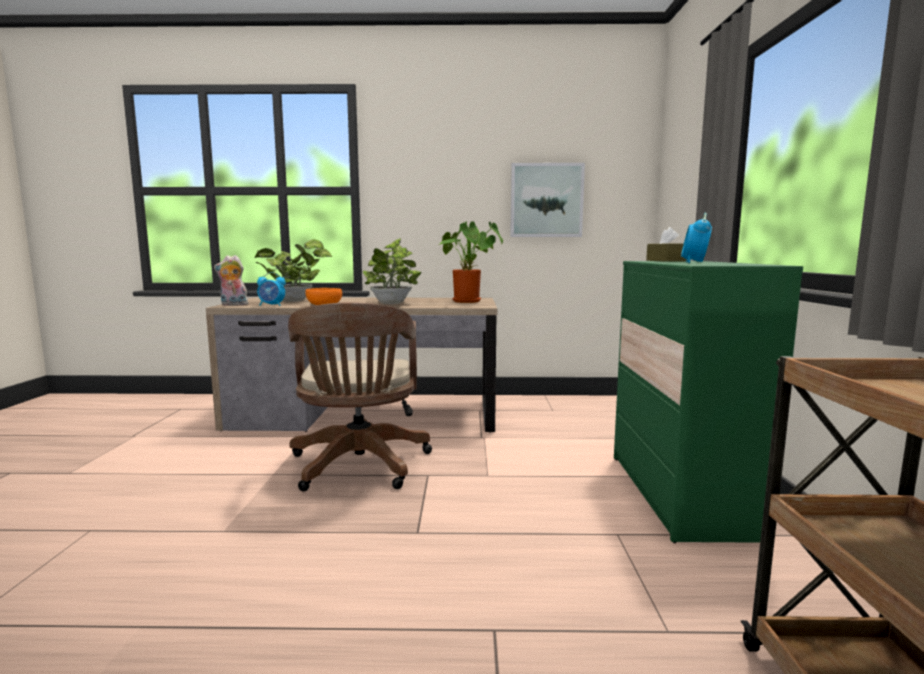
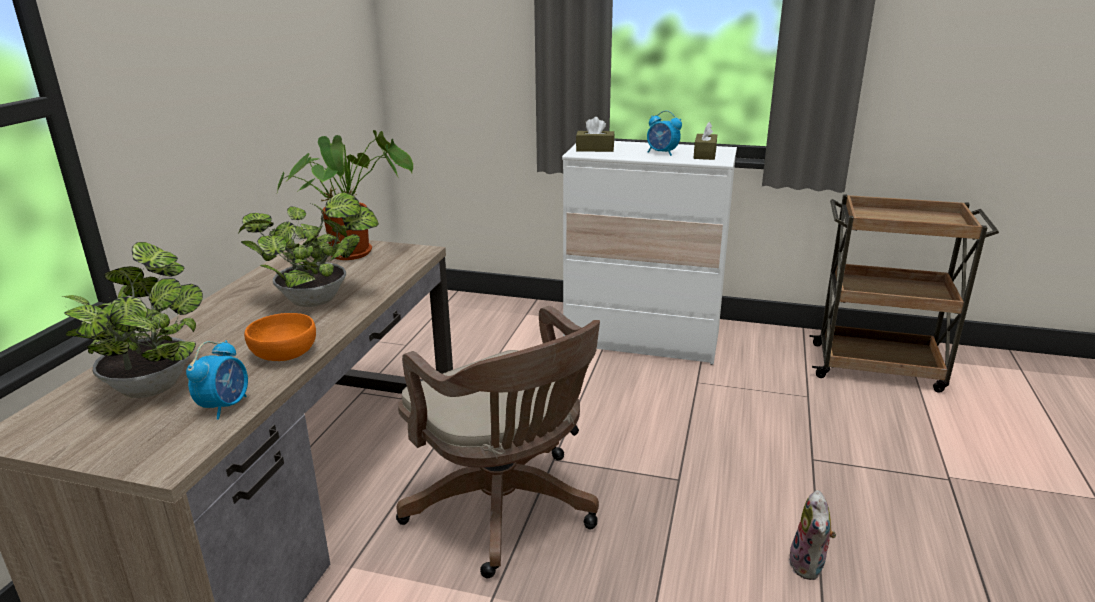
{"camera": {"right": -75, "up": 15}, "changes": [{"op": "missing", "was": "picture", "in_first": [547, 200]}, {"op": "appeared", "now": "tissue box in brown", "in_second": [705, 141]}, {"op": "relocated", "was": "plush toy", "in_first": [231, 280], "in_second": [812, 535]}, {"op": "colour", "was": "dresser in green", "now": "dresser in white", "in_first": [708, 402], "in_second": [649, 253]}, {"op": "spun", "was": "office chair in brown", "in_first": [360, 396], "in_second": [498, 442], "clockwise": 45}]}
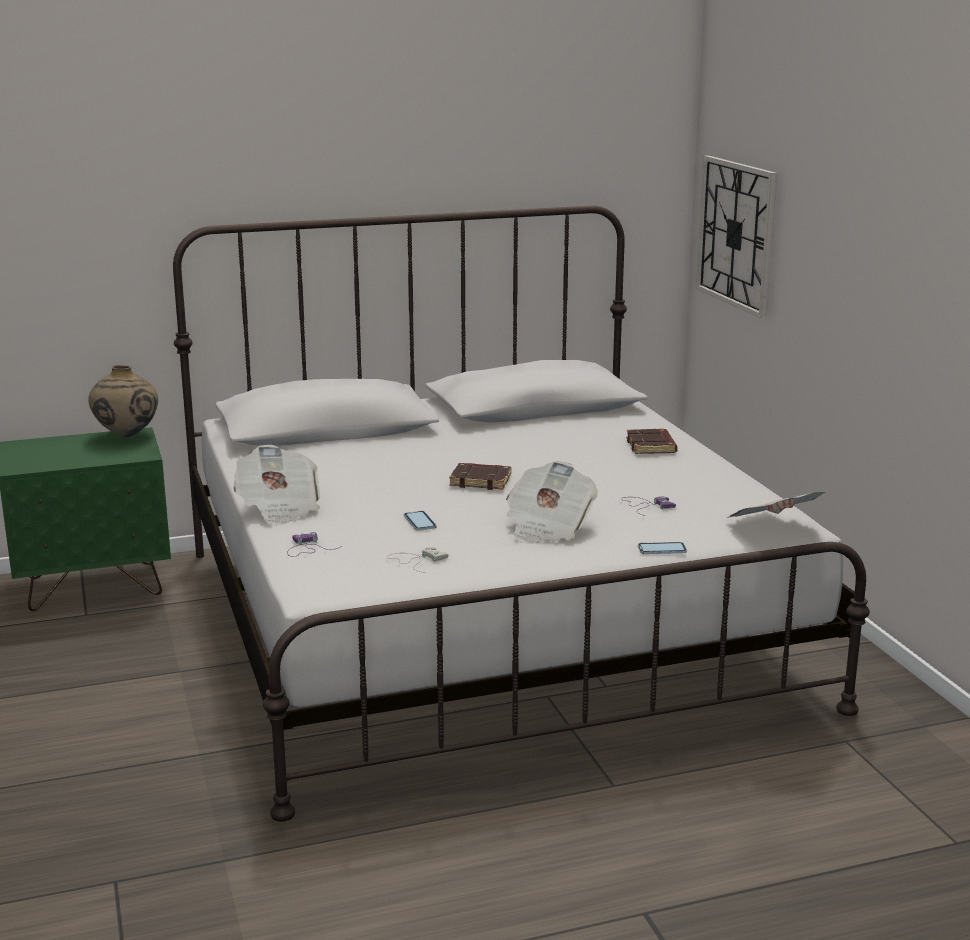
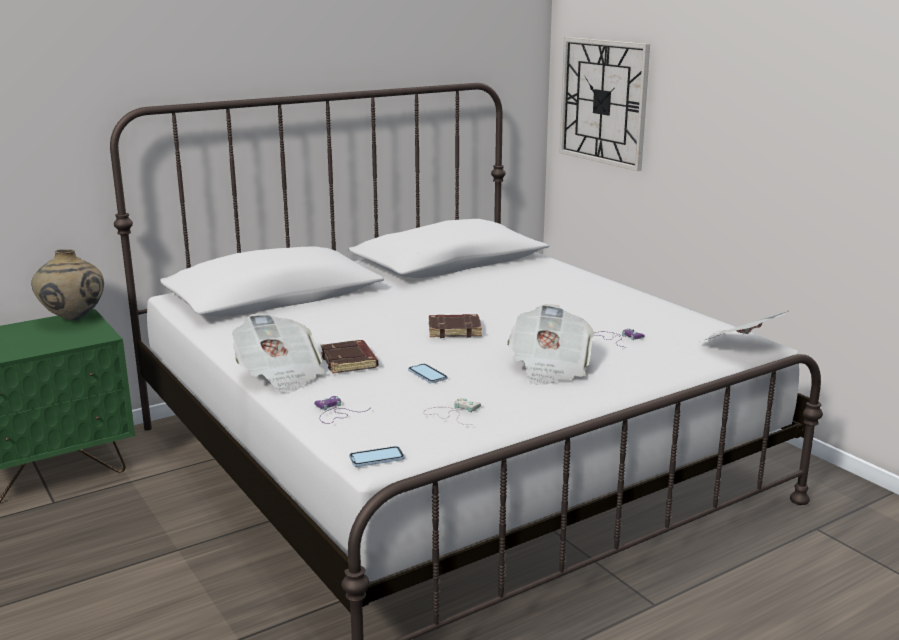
{"camera": {"right": -15, "up": 0}, "changes": [{"op": "relocated", "was": "book in brown", "in_first": [651, 441], "in_second": [349, 356]}, {"op": "relocated", "was": "phone", "in_first": [662, 548], "in_second": [376, 456]}]}
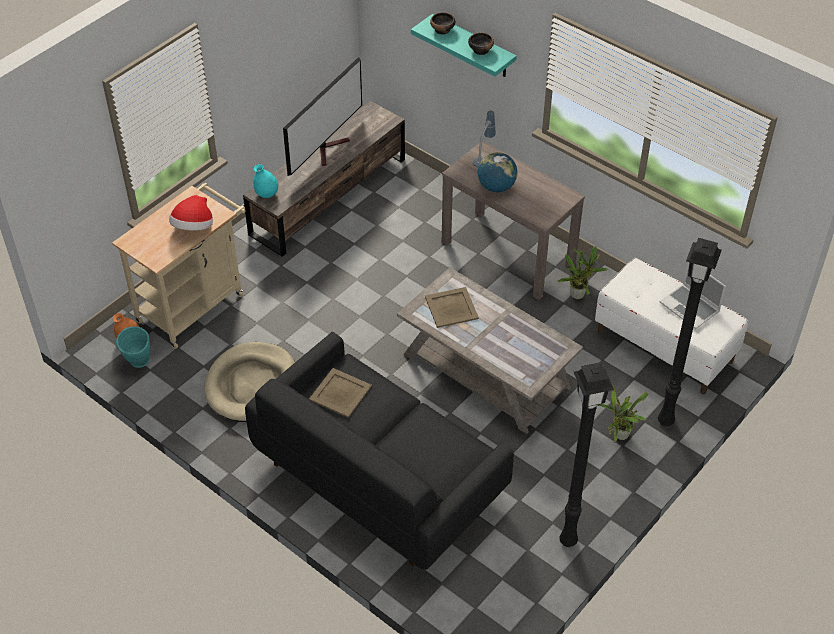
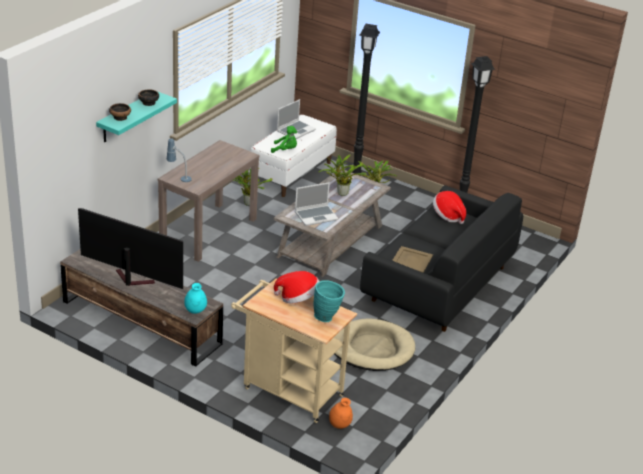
{"camera": {"right": -100, "up": -15}, "changes": [{"op": "missing", "was": "globe", "in_first": [497, 172]}, {"op": "appeared", "now": "plush toy in green", "in_second": [284, 139]}, {"op": "appeared", "now": "potted plant", "in_second": [342, 175]}, {"op": "appeared", "now": "hat", "in_second": [449, 207]}, {"op": "relocated", "was": "vase in turquoise", "in_first": [133, 347], "in_second": [329, 301]}, {"op": "exchanged", "was": "tray in beige", "now": "laptop", "in_first": [452, 307], "in_second": [316, 204]}]}
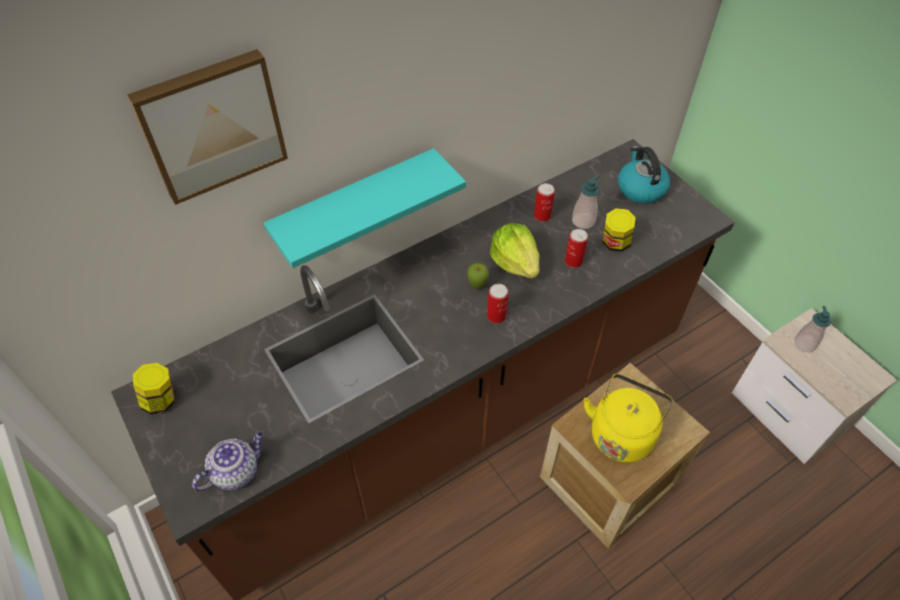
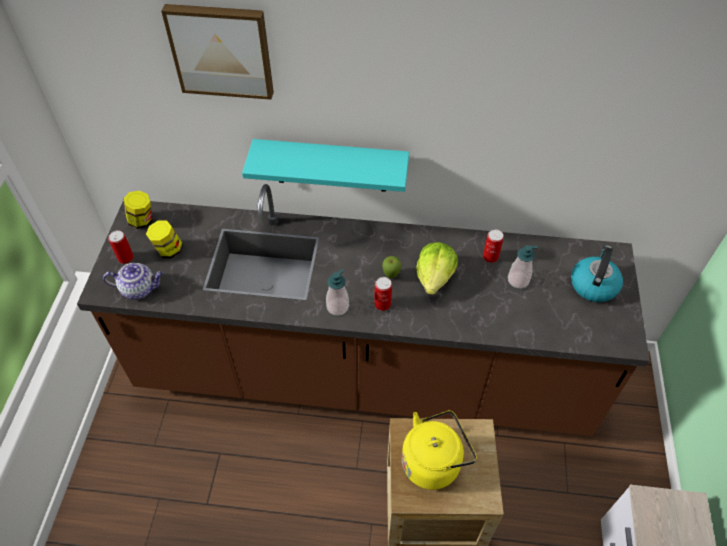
{"camera": {"right": 40, "up": 0}, "changes": [{"op": "relocated", "was": "can", "in_first": [576, 248], "in_second": [121, 247]}, {"op": "relocated", "was": "jar", "in_first": [619, 230], "in_second": [164, 239]}, {"op": "relocated", "was": "soap dispenser", "in_first": [812, 329], "in_second": [337, 292]}]}
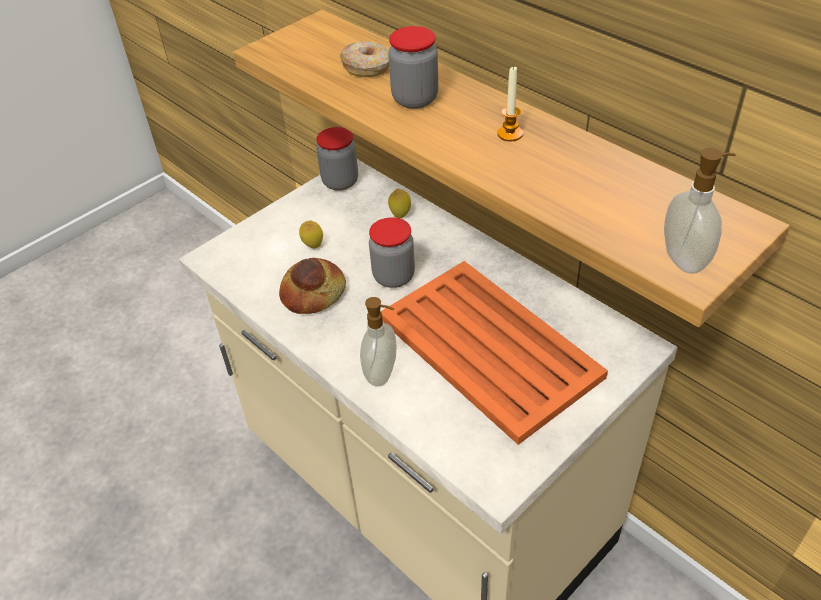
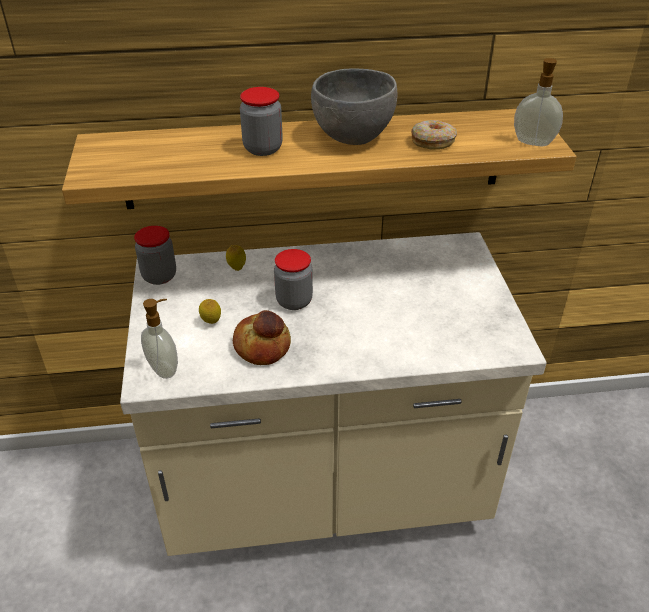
{"camera": {"right": -55, "up": -5}, "changes": [{"op": "missing", "was": "tray in orange", "in_first": [494, 353]}, {"op": "relocated", "was": "donut", "in_first": [364, 59], "in_second": [434, 135]}, {"op": "relocated", "was": "soap dispenser", "in_first": [378, 342], "in_second": [159, 339]}, {"op": "exchanged", "was": "candle", "now": "bowl in grey", "in_first": [510, 103], "in_second": [354, 107]}]}
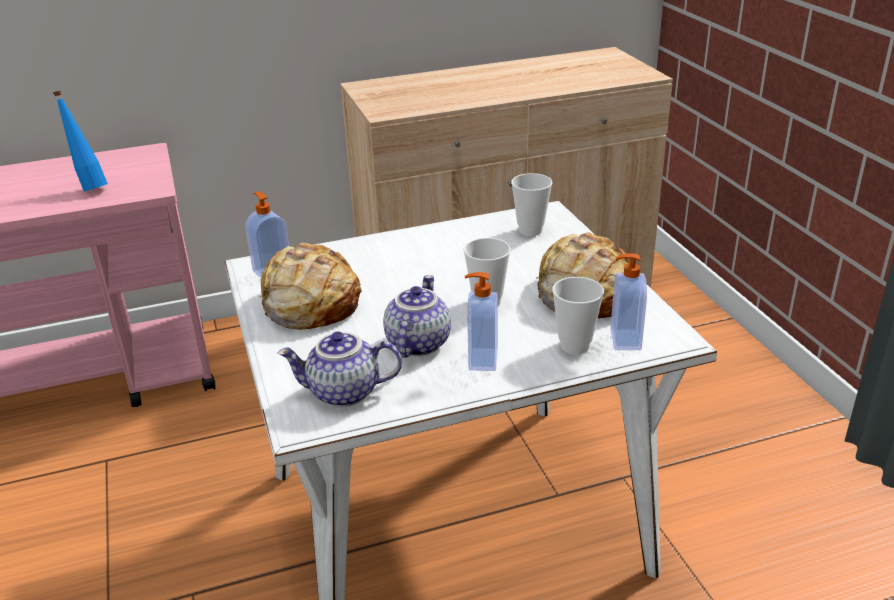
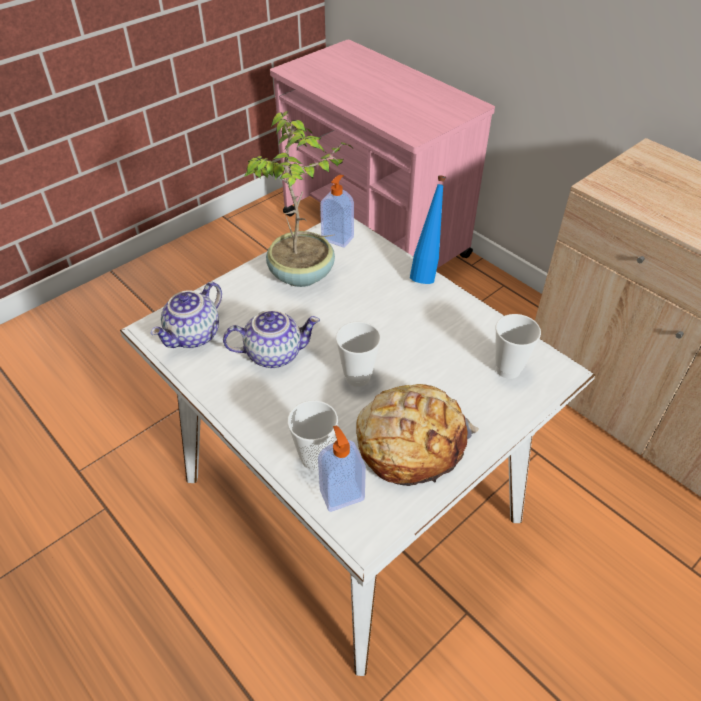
{"camera": {"right": 65, "up": 15}, "changes": [{"op": "missing", "was": "soap dispenser", "in_first": [481, 321]}, {"op": "relocated", "was": "bottle in blue", "in_first": [80, 141], "in_second": [428, 229]}, {"op": "exchanged", "was": "bread", "now": "potted plant", "in_first": [310, 286], "in_second": [298, 199]}, {"op": "spun", "was": "teapot", "in_first": [340, 369], "in_second": [186, 315], "clockwise": -120}]}
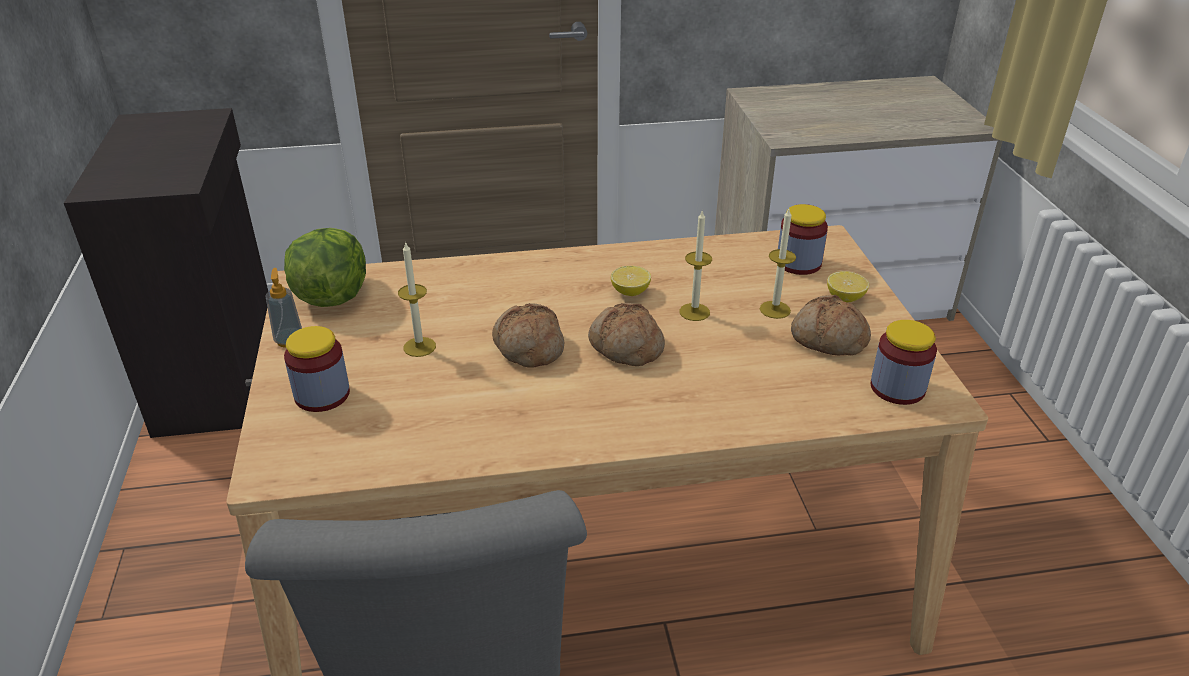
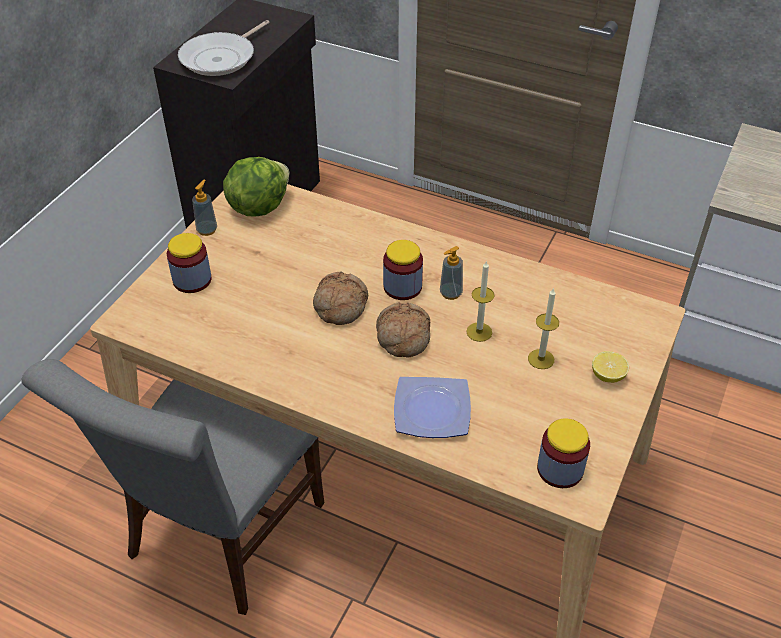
{"camera": {"right": 35, "up": 10}, "changes": [{"op": "missing", "was": "candle", "in_first": [417, 299]}, {"op": "missing", "was": "bread", "in_first": [831, 325]}, {"op": "appeared", "now": "frying pan", "in_second": [223, 48]}, {"op": "appeared", "now": "plate", "in_second": [432, 407]}, {"op": "relocated", "was": "jar", "in_first": [803, 239], "in_second": [403, 270]}, {"op": "exchanged", "was": "lemon", "now": "soap dispenser", "in_first": [631, 281], "in_second": [451, 273]}]}
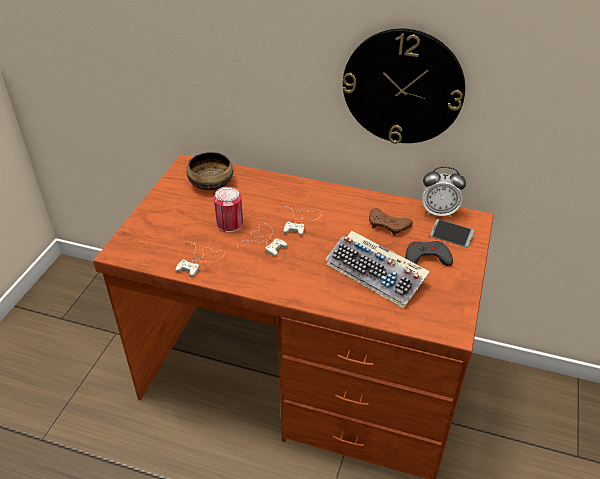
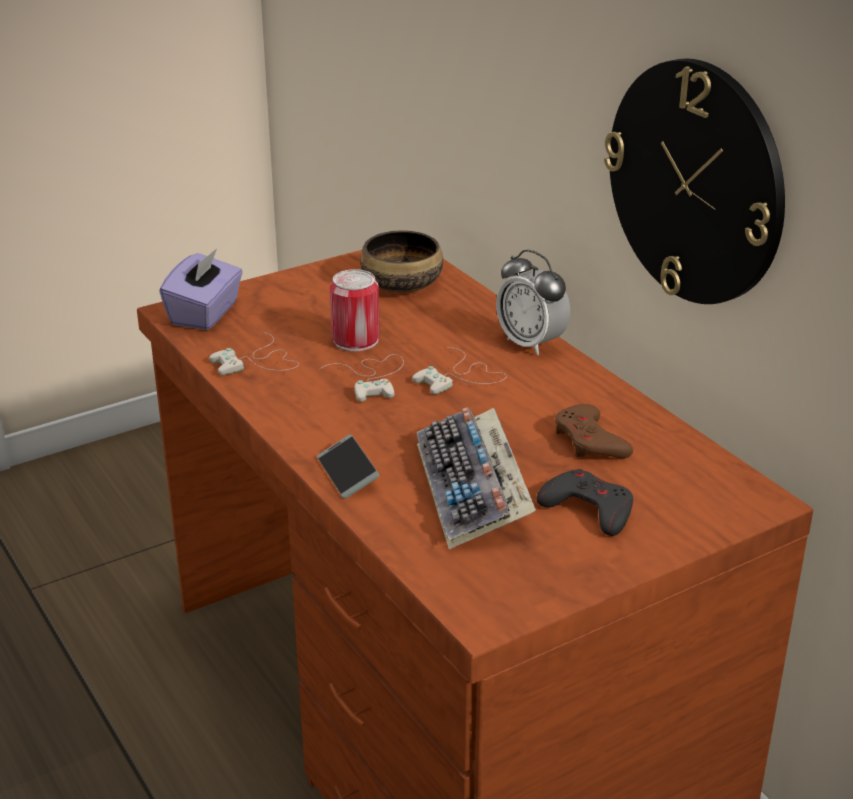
{"camera": {"right": 40, "up": -10}, "changes": [{"op": "appeared", "now": "tissue box in purple", "in_second": [201, 289]}, {"op": "relocated", "was": "alarm clock", "in_first": [444, 192], "in_second": [533, 302]}, {"op": "relocated", "was": "phone", "in_first": [452, 233], "in_second": [348, 467]}]}
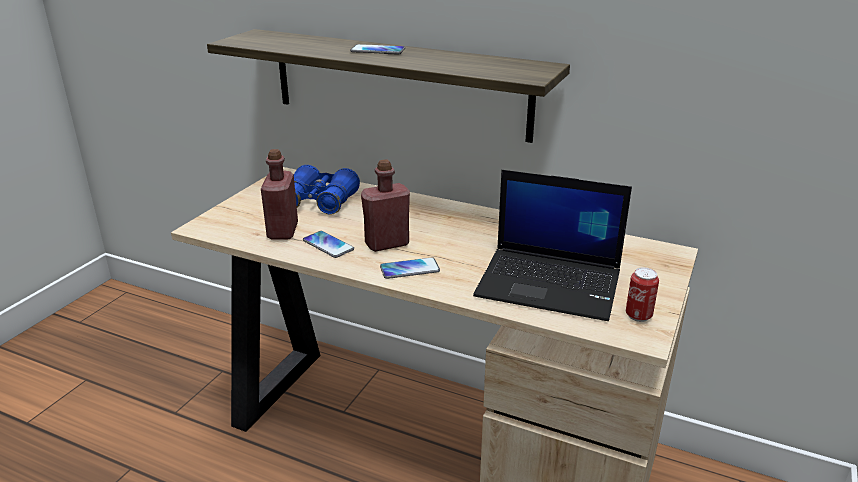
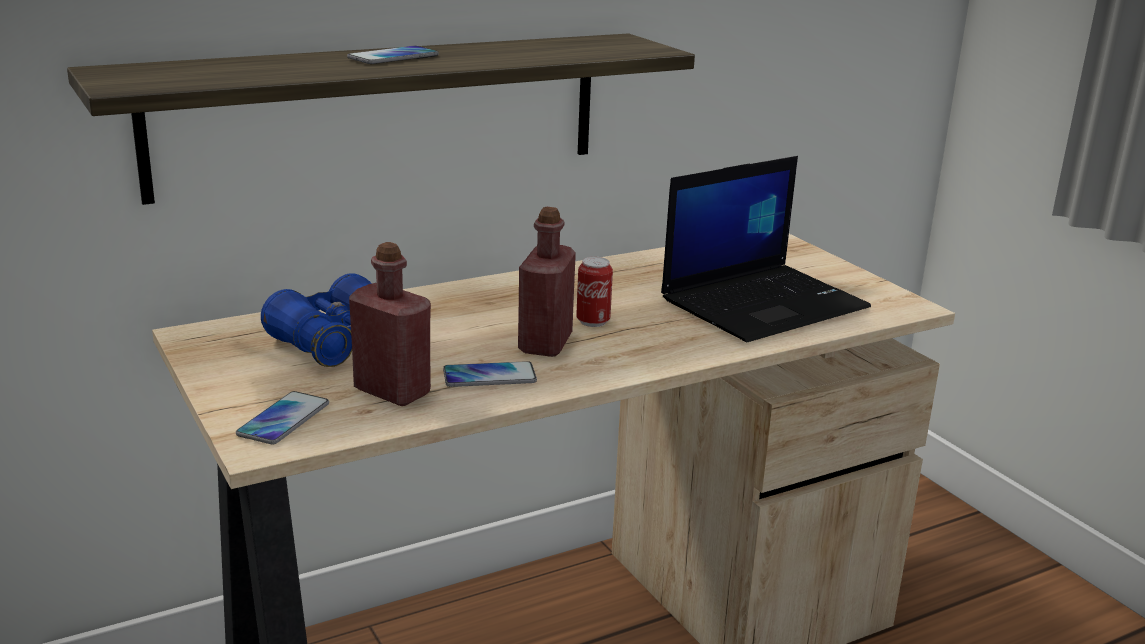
{"camera": {"right": -55, "up": -5}, "changes": [{"op": "relocated", "was": "phone", "in_first": [410, 268], "in_second": [282, 418]}, {"op": "relocated", "was": "can", "in_first": [642, 294], "in_second": [594, 292]}]}
